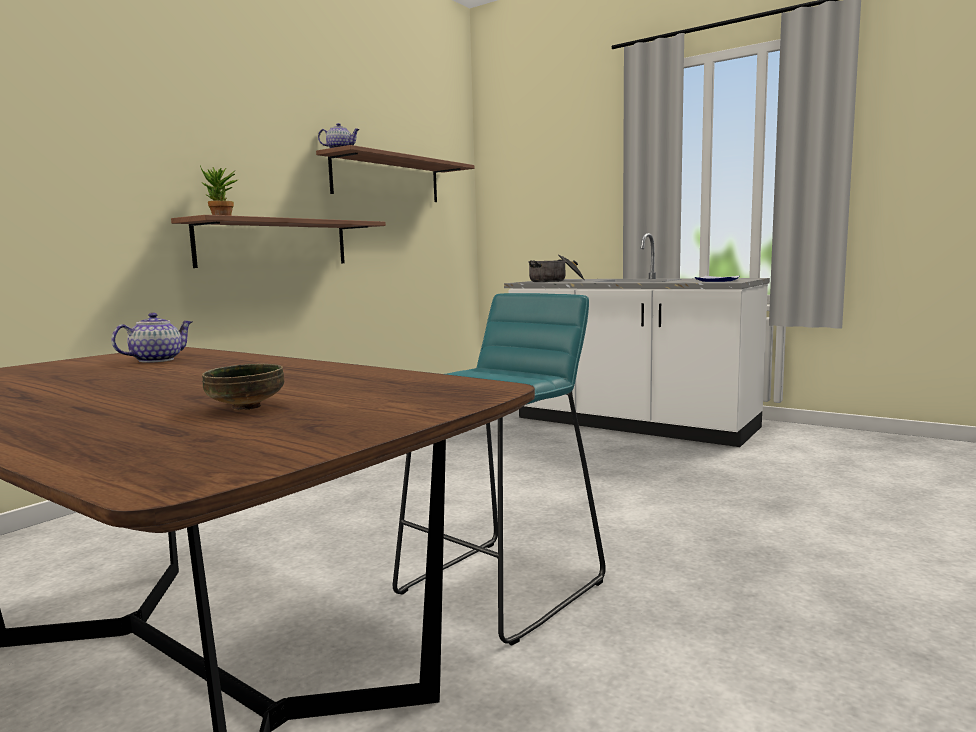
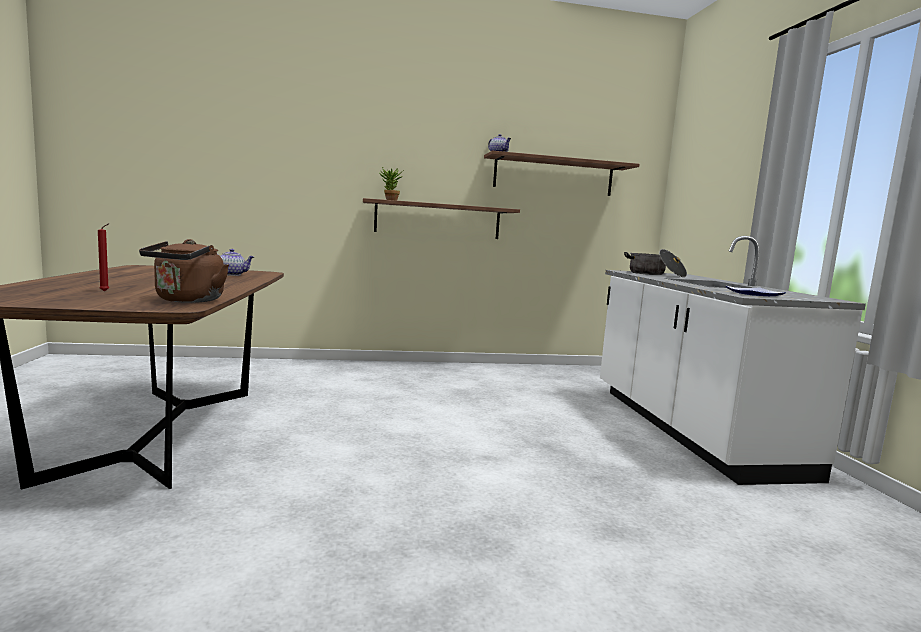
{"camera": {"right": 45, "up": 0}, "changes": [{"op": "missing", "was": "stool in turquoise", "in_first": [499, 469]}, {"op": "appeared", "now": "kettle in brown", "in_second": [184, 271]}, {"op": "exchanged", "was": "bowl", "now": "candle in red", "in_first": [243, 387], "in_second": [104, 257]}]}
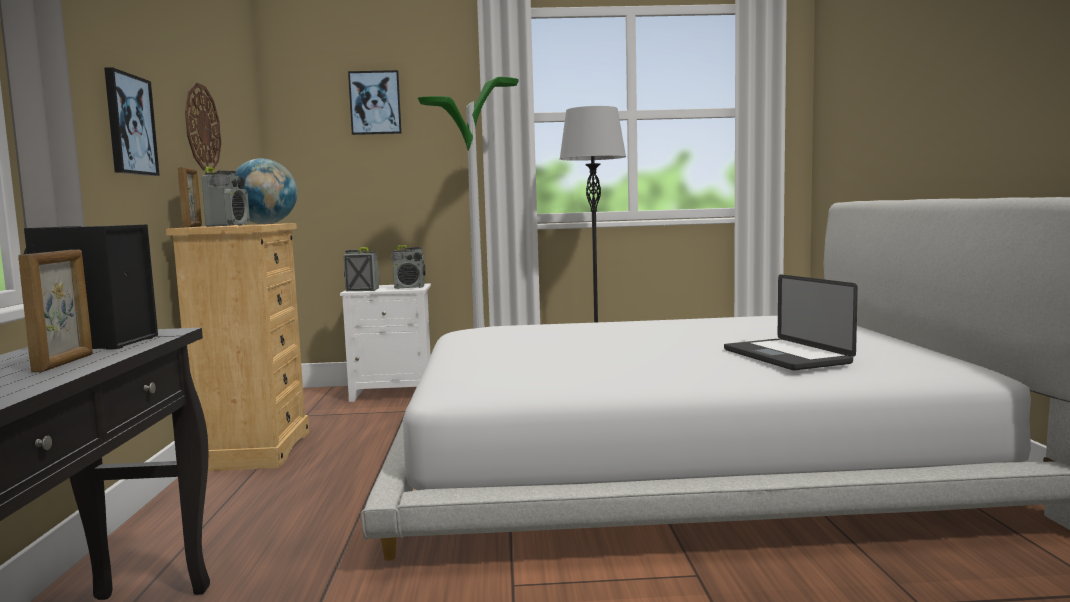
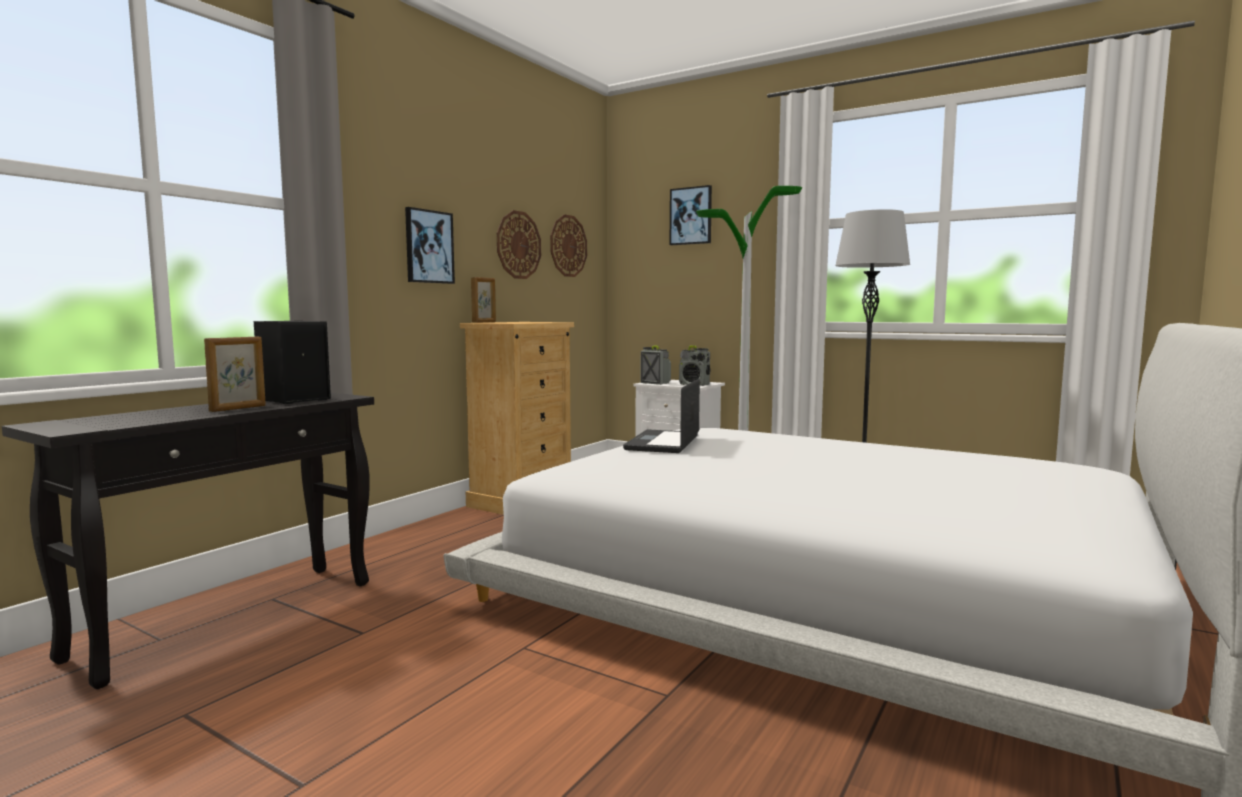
{"camera": {"right": 35, "up": 0}, "changes": [{"op": "missing", "was": "radio", "in_first": [226, 197]}, {"op": "missing", "was": "globe", "in_first": [266, 191]}, {"op": "appeared", "now": "wall clock", "in_second": [568, 245]}, {"op": "relocated", "was": "laptop", "in_first": [791, 322], "in_second": [661, 416]}]}
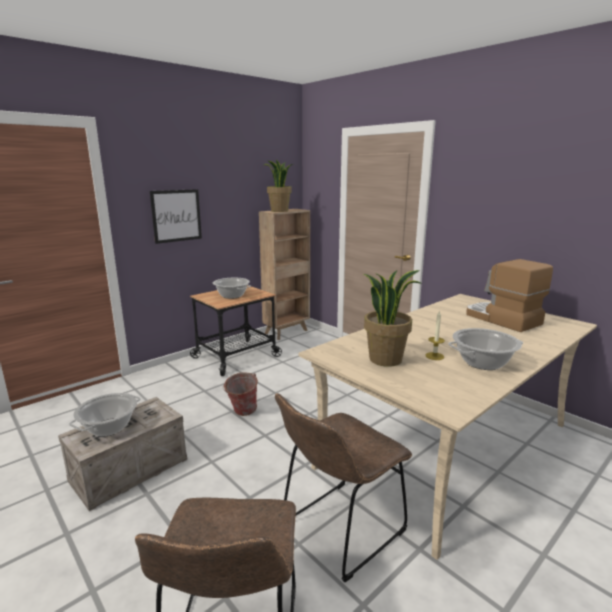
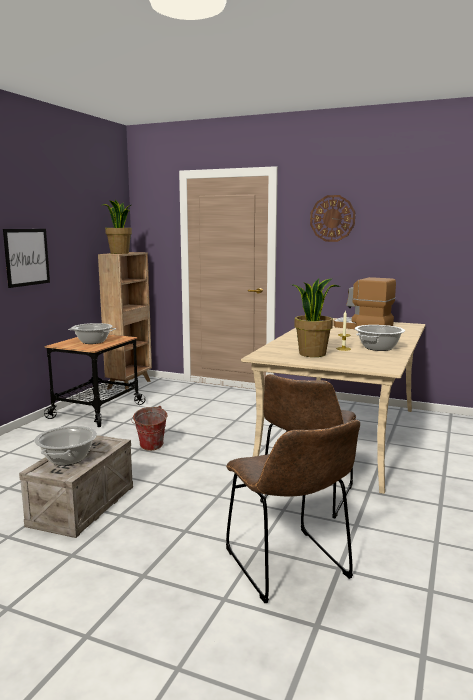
{"camera": {"right": -25, "up": -5}, "changes": [{"op": "appeared", "now": "wall clock", "in_second": [332, 218]}]}
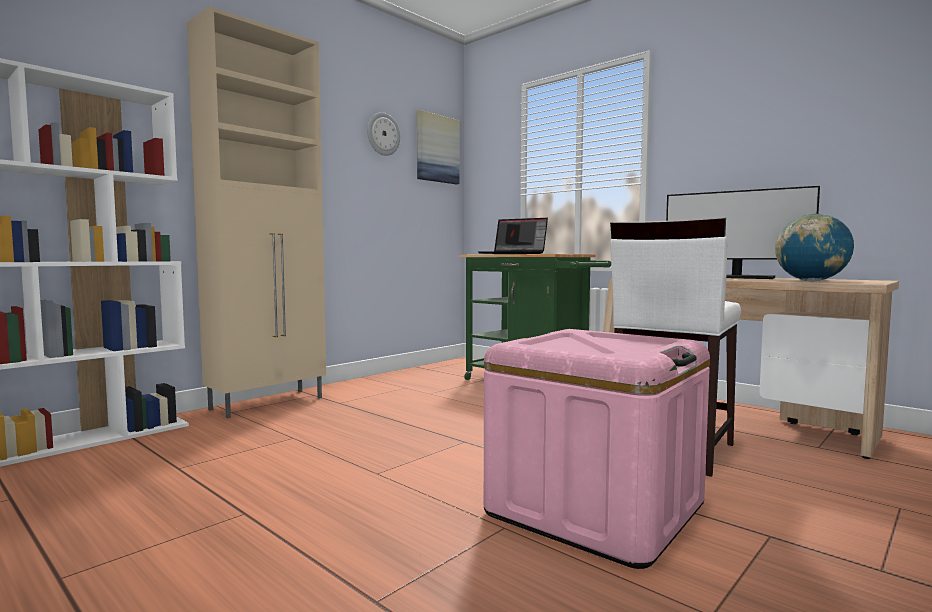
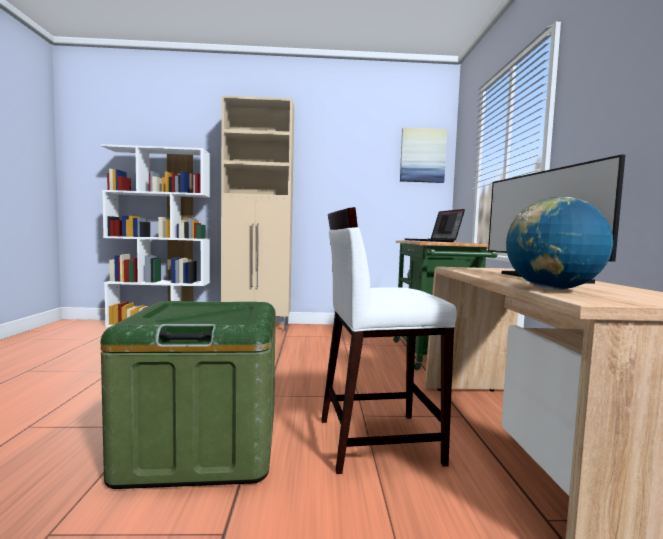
{"camera": {"right": 45, "up": 0}, "changes": [{"op": "missing", "was": "wall clock", "in_first": [383, 134]}, {"op": "colour", "was": "storage box in pink", "now": "storage box in green", "in_first": [597, 449], "in_second": [188, 395]}]}
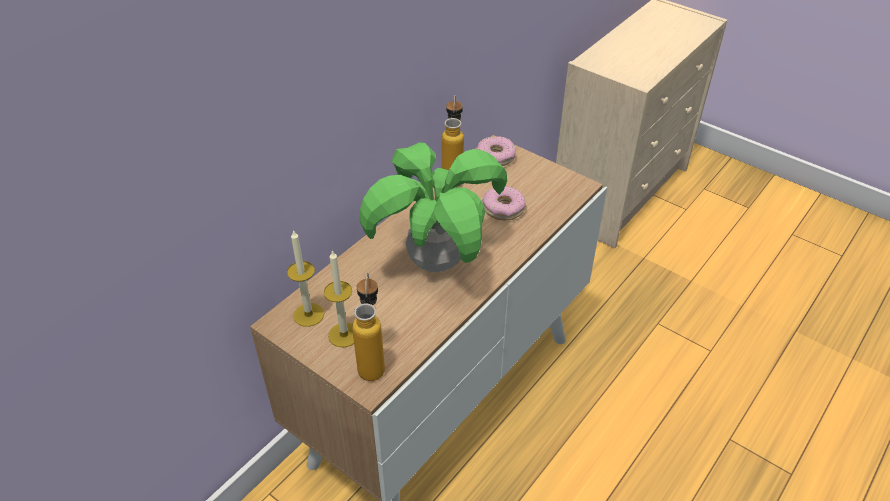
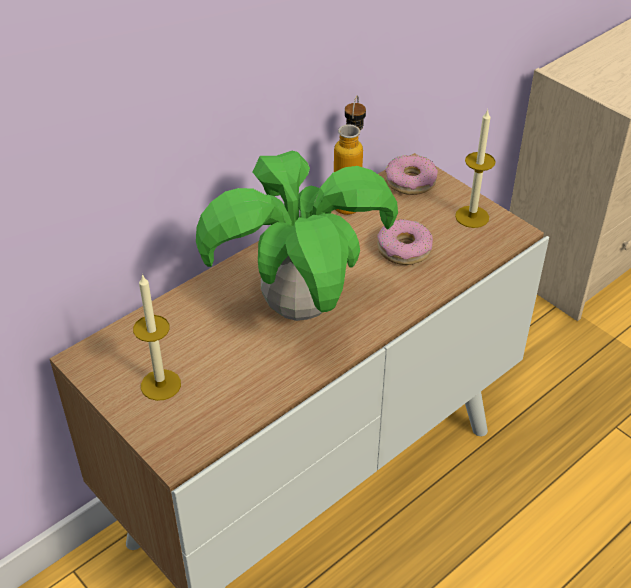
{"camera": {"right": 10, "up": 0}, "changes": [{"op": "missing", "was": "bottle", "in_first": [368, 327]}, {"op": "relocated", "was": "candle", "in_first": [305, 278], "in_second": [475, 168]}]}
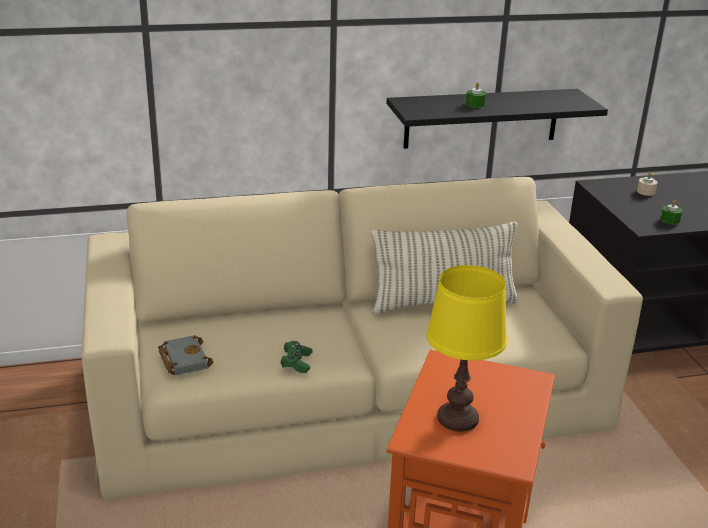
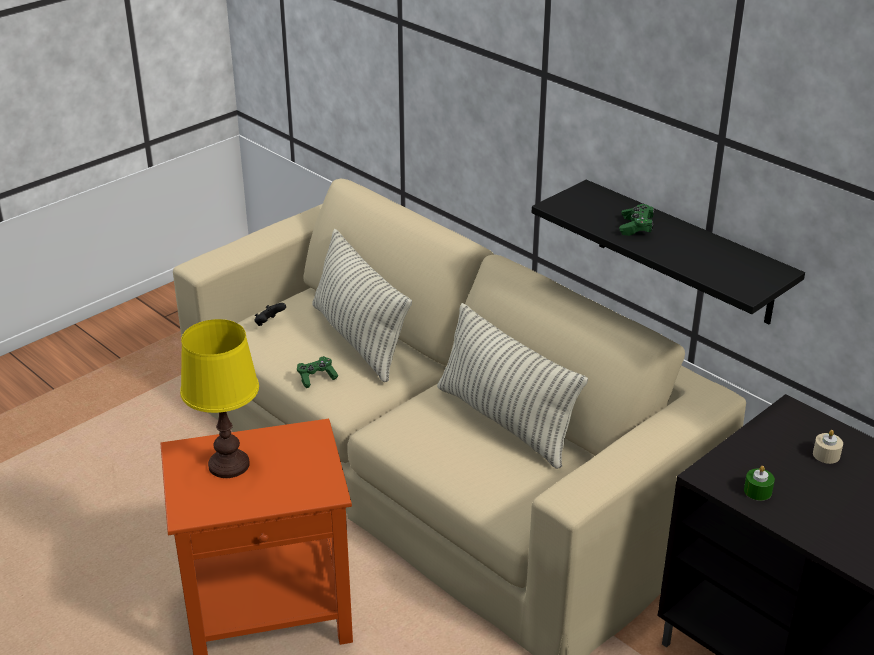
{"camera": {"right": 60, "up": 5}, "changes": [{"op": "appeared", "now": "pillow", "in_second": [362, 305]}, {"op": "exchanged", "was": "book in grey", "now": "game controller in black", "in_first": [185, 355], "in_second": [270, 314]}, {"op": "exchanged", "was": "candle in green", "now": "game controller in green", "in_first": [476, 95], "in_second": [637, 220]}]}
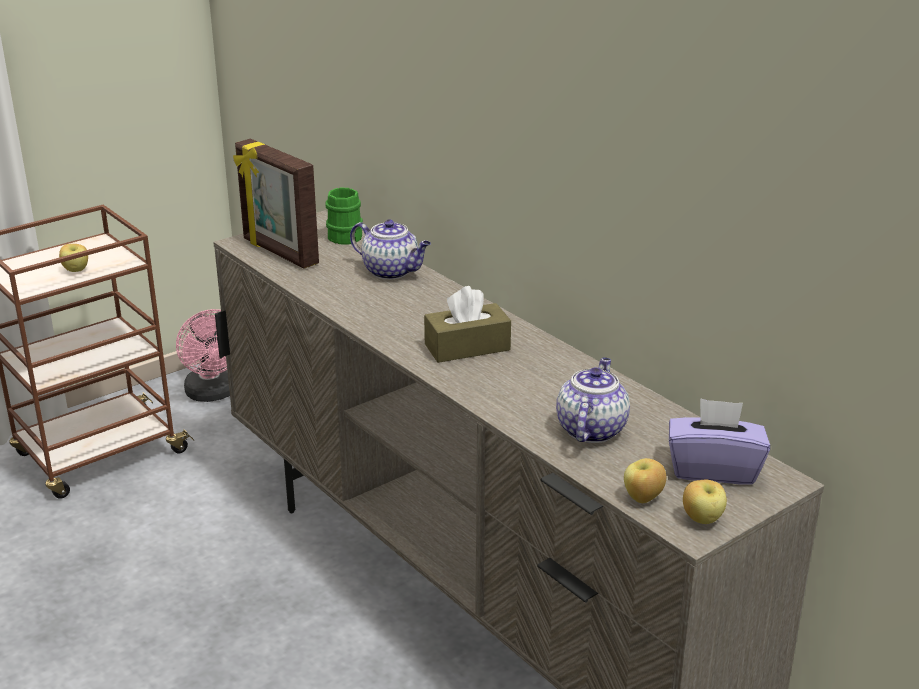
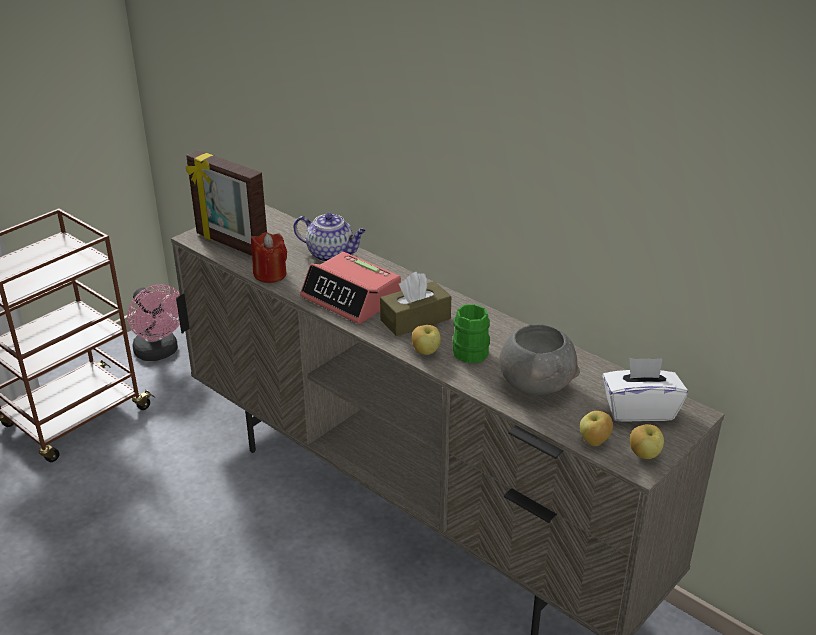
{"camera": {"right": -10, "up": 5}, "changes": [{"op": "appeared", "now": "candle in red", "in_second": [269, 258]}, {"op": "appeared", "now": "alarm clock", "in_second": [350, 288]}, {"op": "relocated", "was": "apple", "in_first": [73, 258], "in_second": [426, 340]}, {"op": "relocated", "was": "mug in green", "in_first": [344, 216], "in_second": [471, 333]}, {"op": "exchanged", "was": "teapot", "now": "bowl in grey", "in_first": [593, 400], "in_second": [539, 359]}, {"op": "colour", "was": "tissue box in purple", "now": "tissue box in white", "in_first": [719, 441], "in_second": [645, 390]}]}
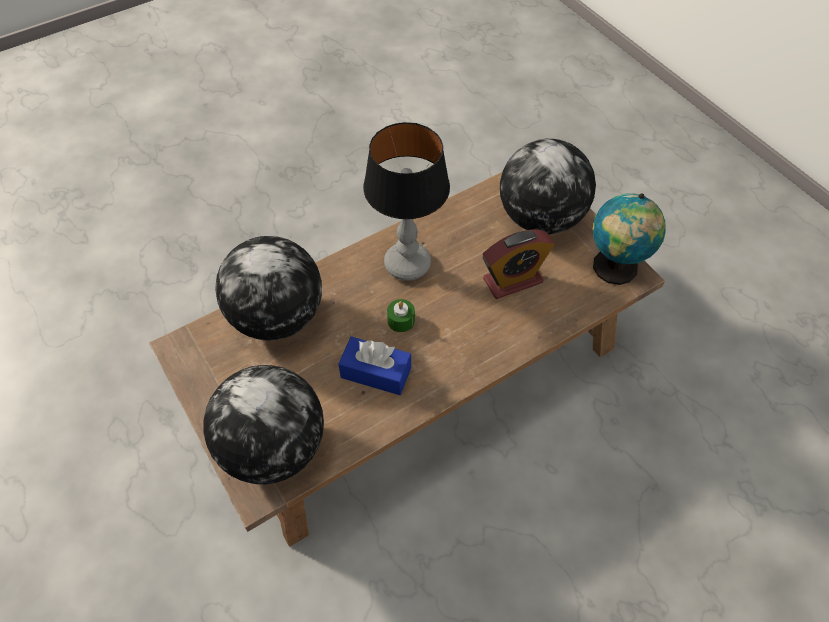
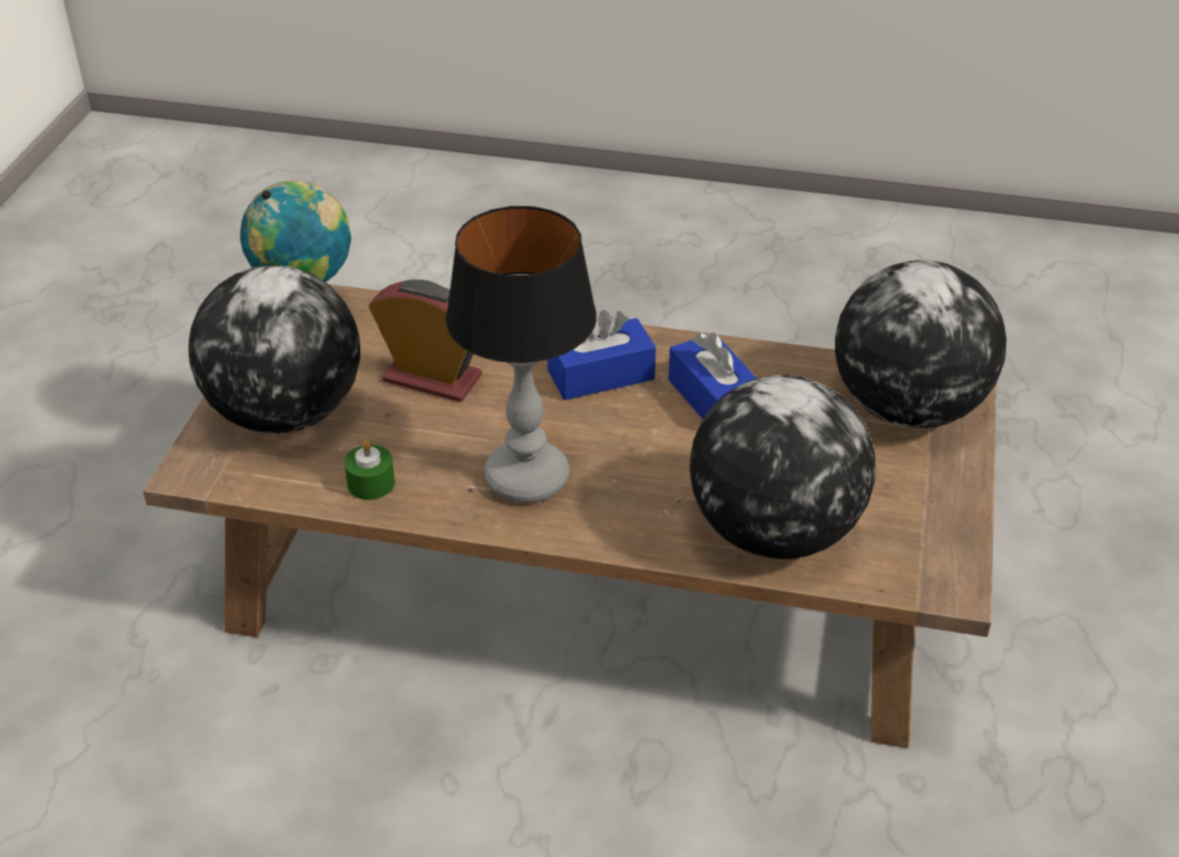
{"camera": {"right": -135, "up": -15}, "changes": [{"op": "appeared", "now": "tissue box in blue", "in_second": [601, 355]}, {"op": "relocated", "was": "candle in green", "in_first": [401, 315], "in_second": [369, 470]}]}
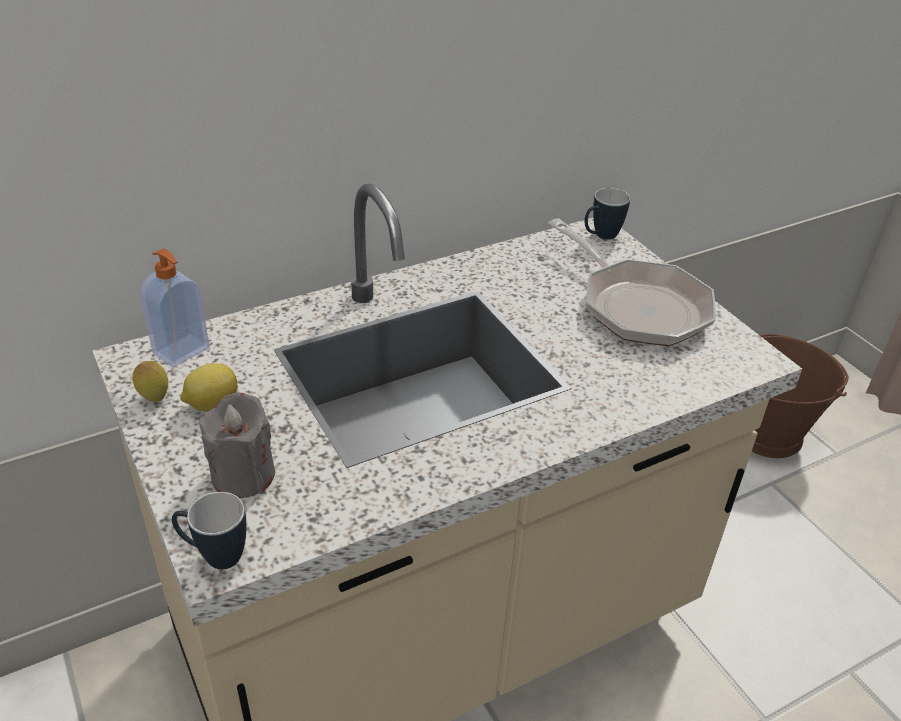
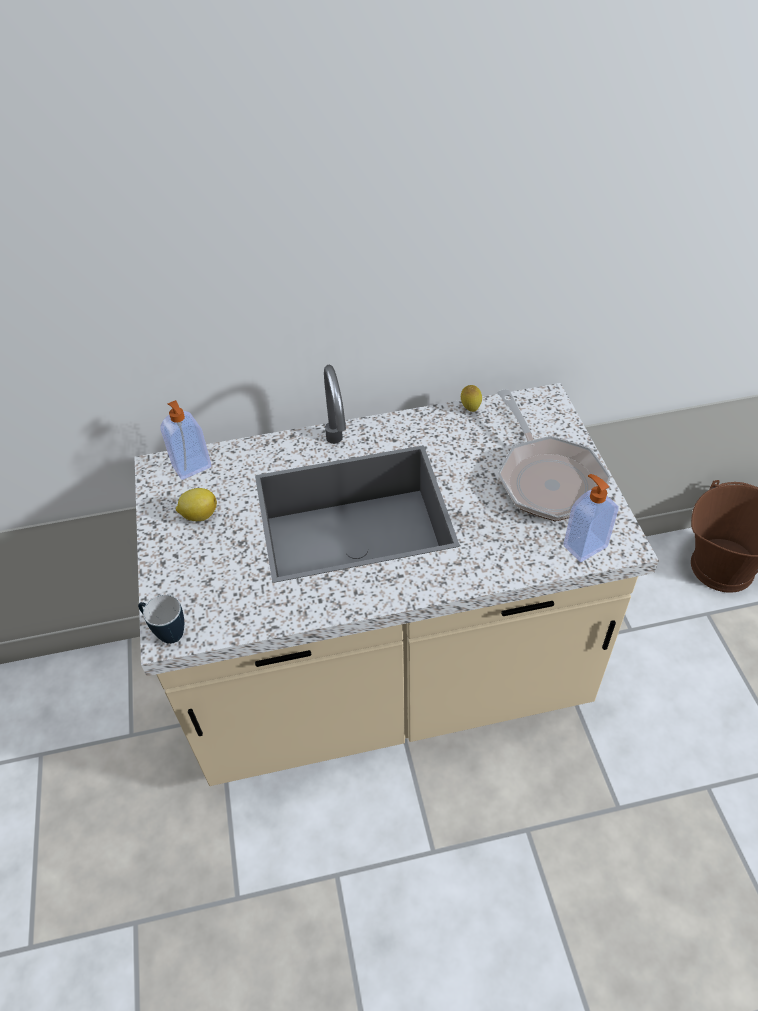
{"camera": {"right": 20, "up": 10}, "changes": [{"op": "missing", "was": "candle in grey", "in_first": [237, 445]}, {"op": "missing", "was": "mug", "in_first": [607, 214]}, {"op": "appeared", "now": "soap dispenser", "in_second": [591, 518]}, {"op": "relocated", "was": "lemon", "in_first": [150, 381], "in_second": [471, 398]}]}
